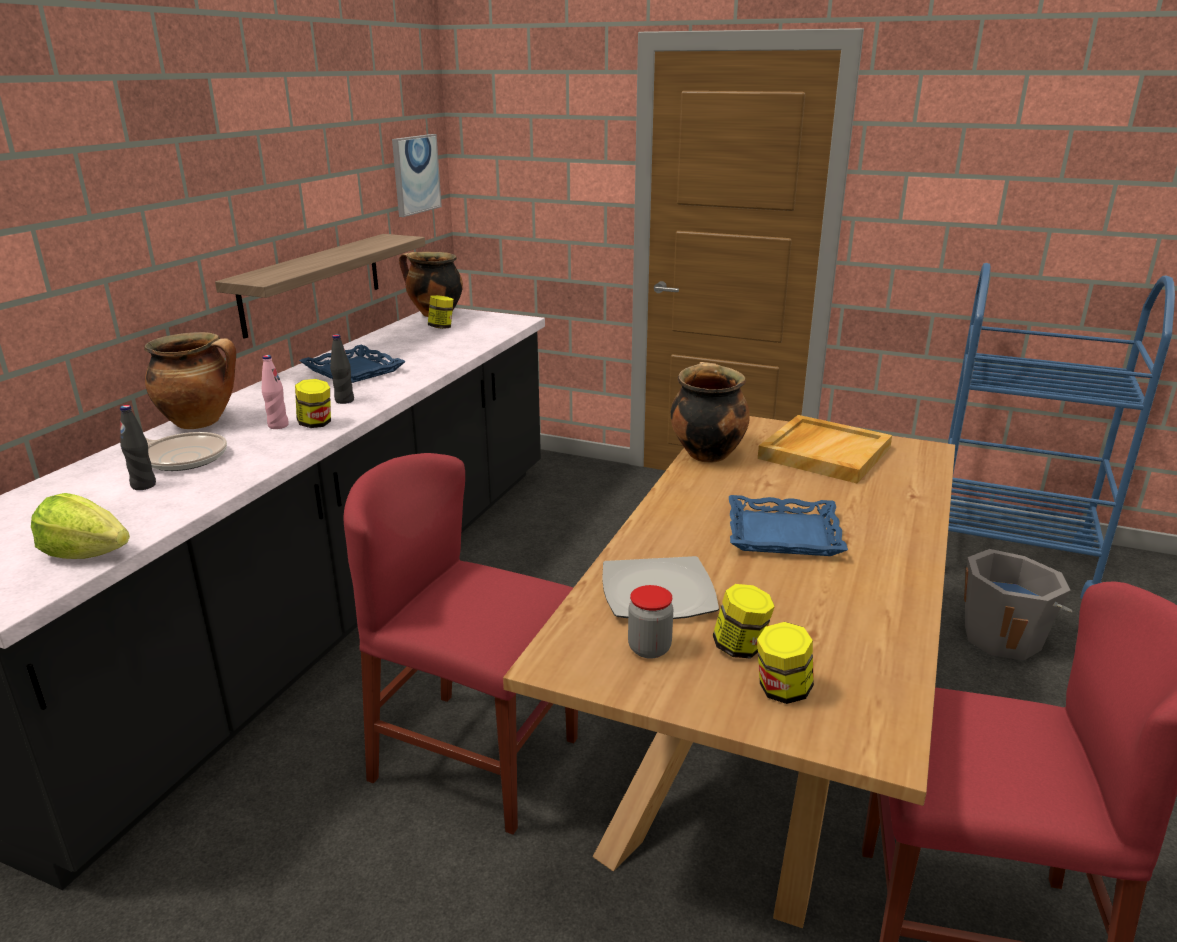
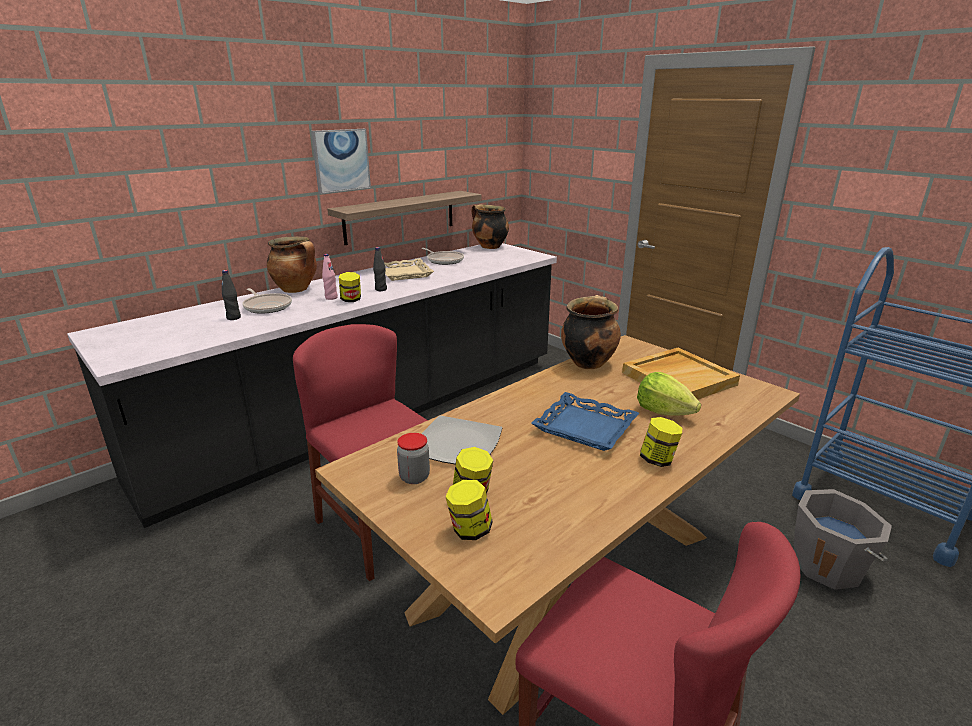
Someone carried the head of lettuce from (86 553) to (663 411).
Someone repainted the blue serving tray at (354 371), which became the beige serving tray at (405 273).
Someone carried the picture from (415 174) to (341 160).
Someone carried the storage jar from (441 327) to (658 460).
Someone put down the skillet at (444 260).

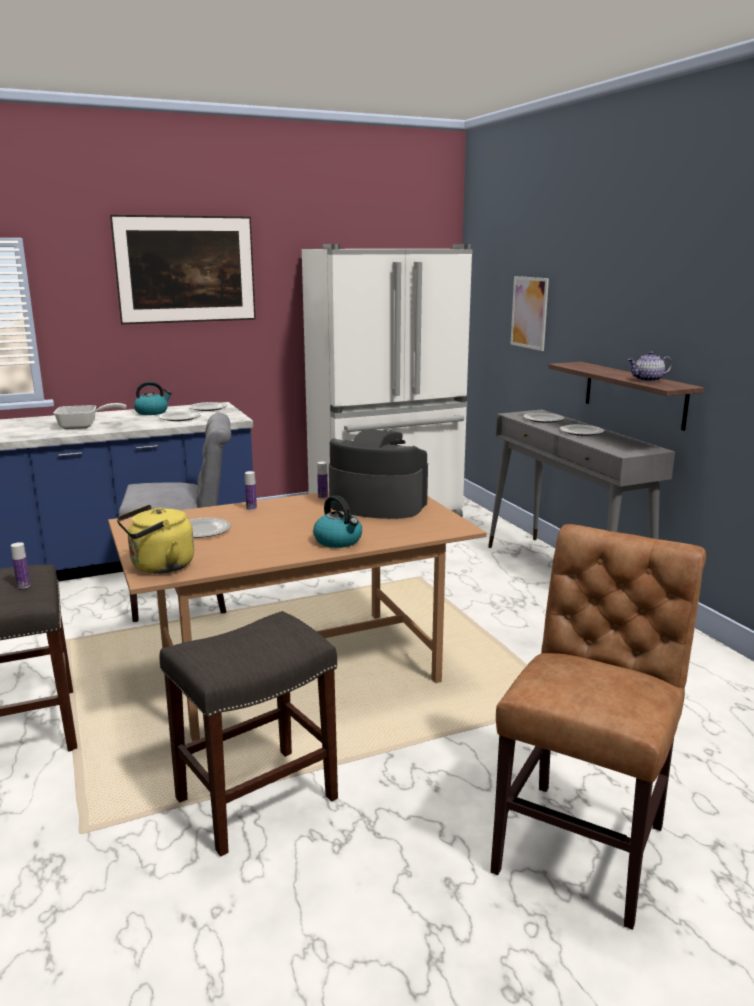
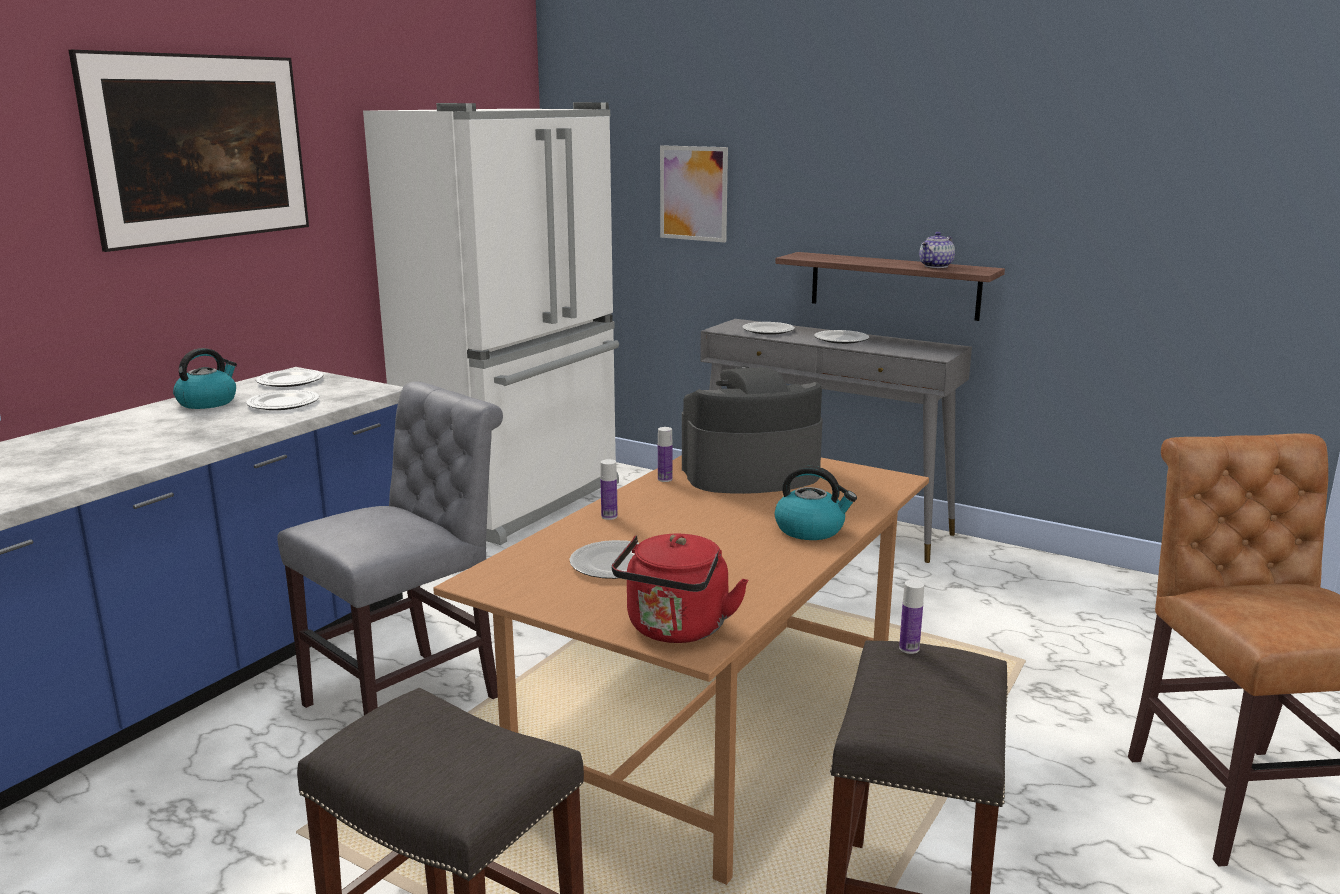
Someone carried the drink bottle from (23 586) to (909 648).
Someone took away the skillet at (83 426).
Someone repainted the yellow tea kettle at (159 567), which became the red tea kettle at (676 630).

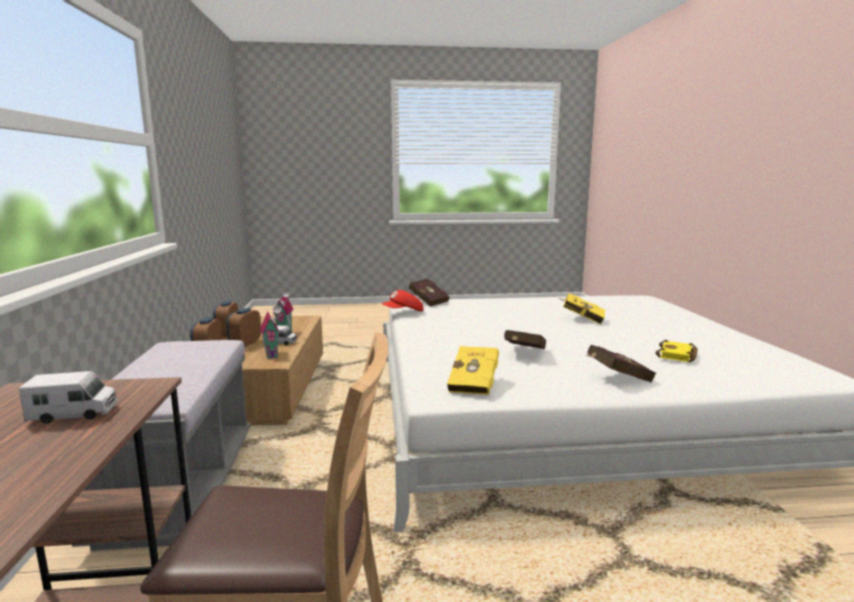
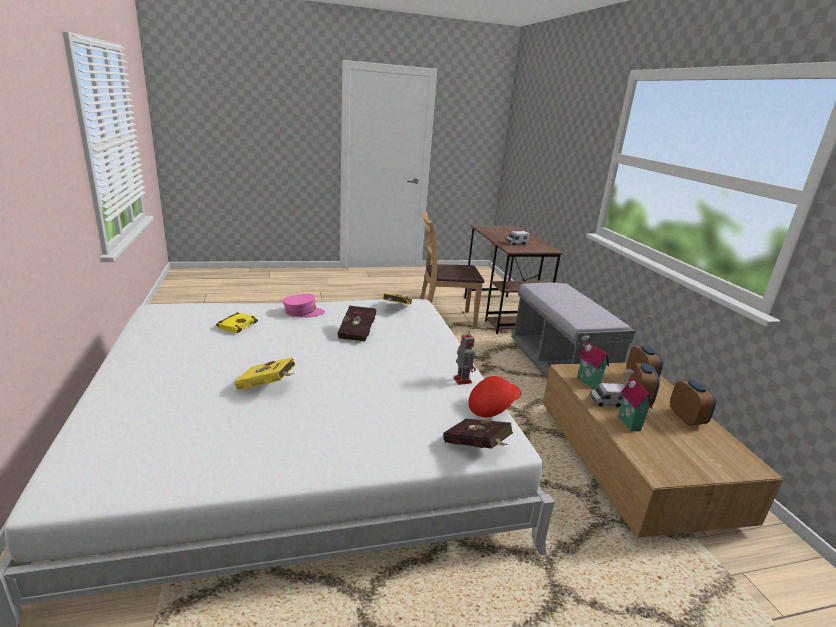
Someone swapped the red bound book at (616 378) for the pink cap at (303 312).
Someone put down the toy robot at (462 380).

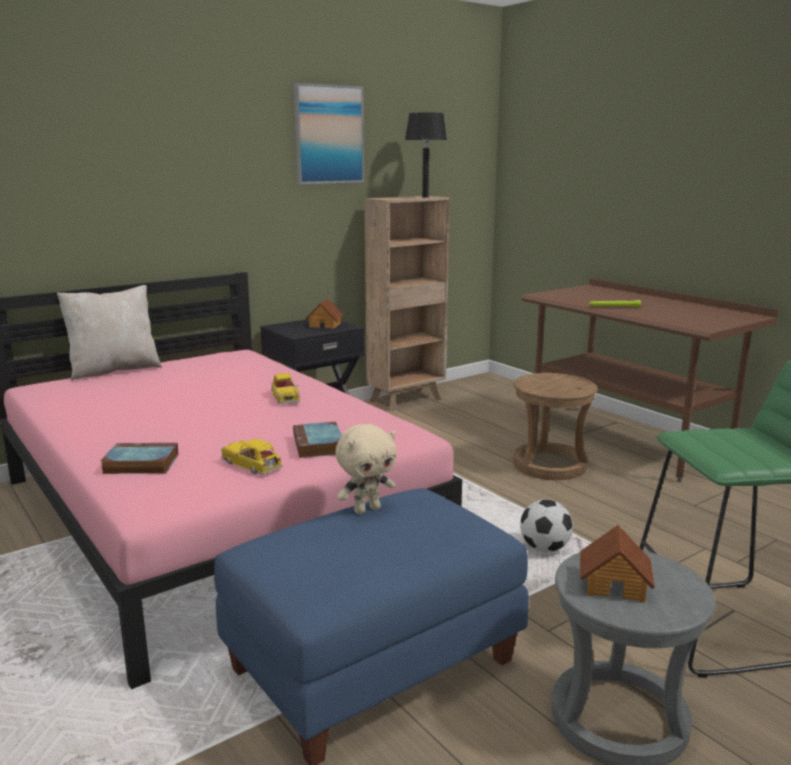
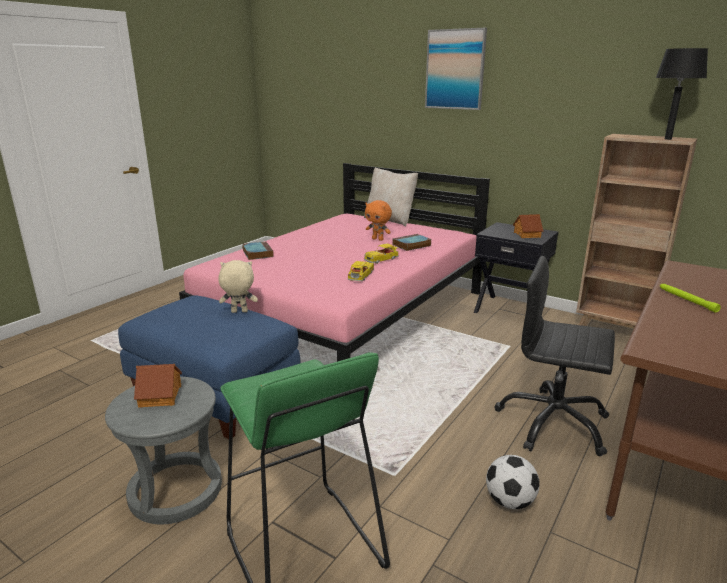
Someone carried the toy car from (252 465) to (360 276).
Someone carried the bound book from (319 445) to (411 245).
Someone carried the picture from (328 135) to (455 69).
Someone rotated the beige cuddly toy at (367 509) by 135 degrees clockwise.
Someone swapped the brown-coloured sitting stool at (549 465) for the black-coloured office chair at (553 423).
Someone carried the ball for football from (544 548) to (509 501).
Someone put down the orangey cuddly toy at (378 239).

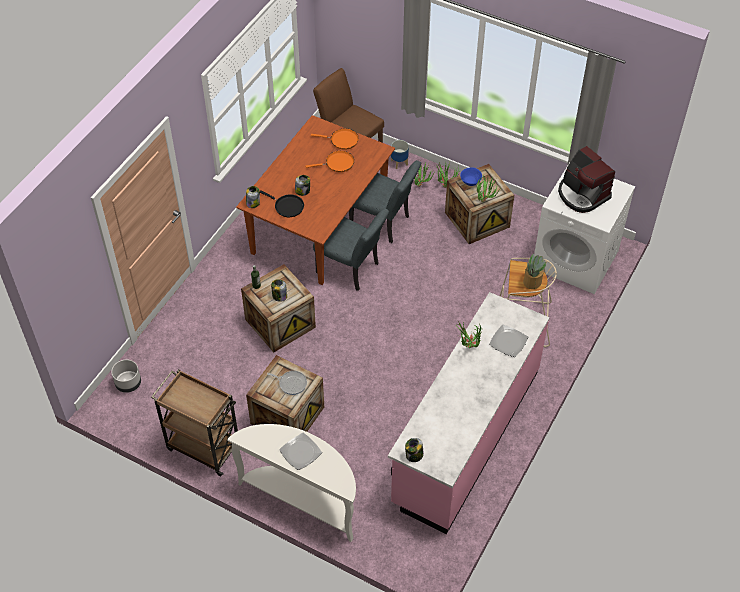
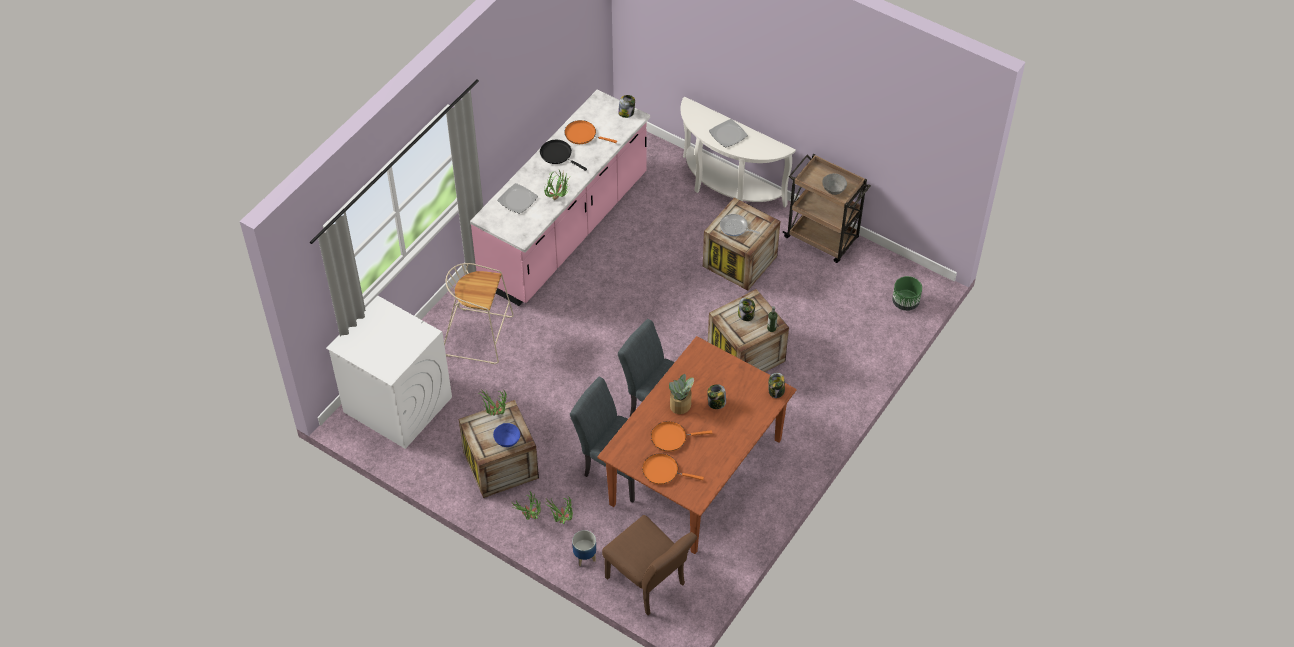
Someone repainted the grey plant pot at (128 383), which became the green plant pot at (905 302).
Someone carried the black-coloured skillet from (287 206) to (558 155).
Someone carried the houseplant from (532 282) to (681 405).
Someone took away the coffee machine at (582 194).
Someone put down the orangey skillet at (583 134).
Someone put down the grey bowl at (834 189).

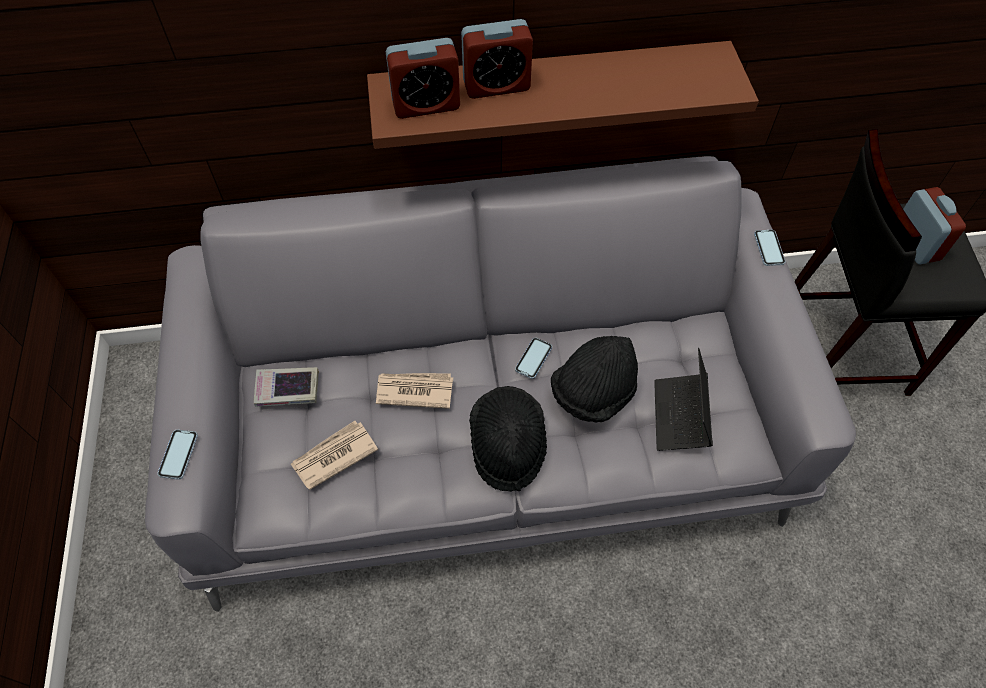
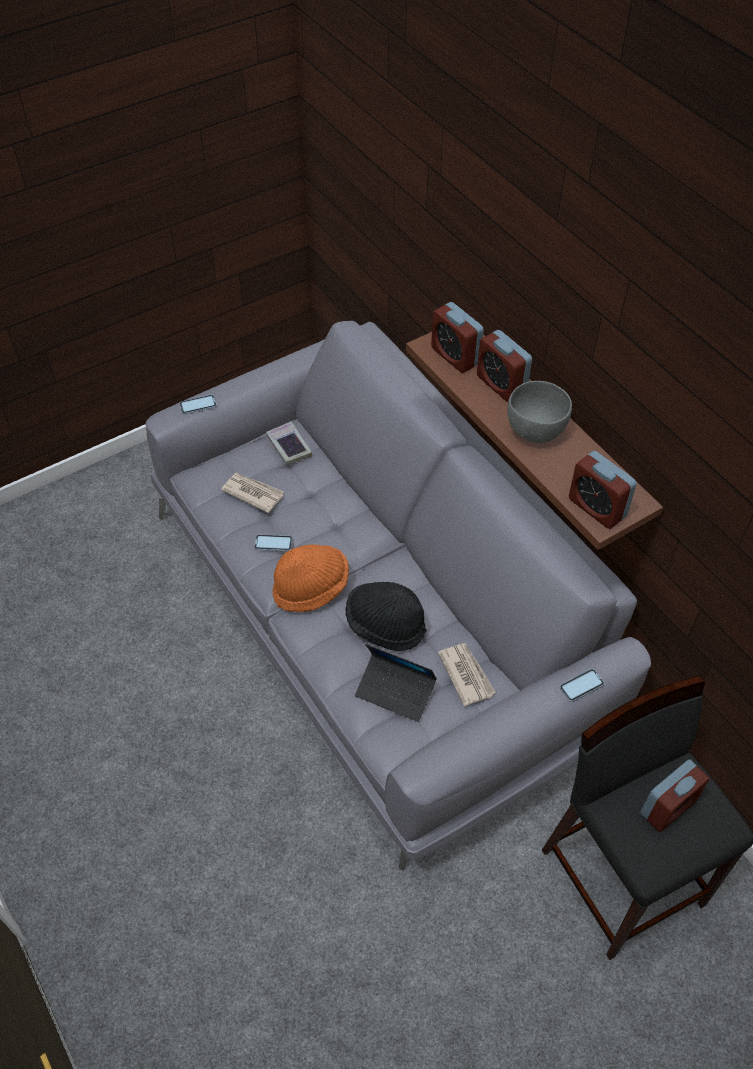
Someone carried the daily paper from (414 390) to (466 674).
Someone repainted the black-coloured hat at (507 446), which became the orangey hat at (311 588).
Someone carried the handset from (533 359) to (273 543).
Someone rotated the portable computer at (680 416) by 135 degrees counterclockwise.
Someone put down the grey bowl at (534 431).
Someone put down the bedside clock at (597 507).

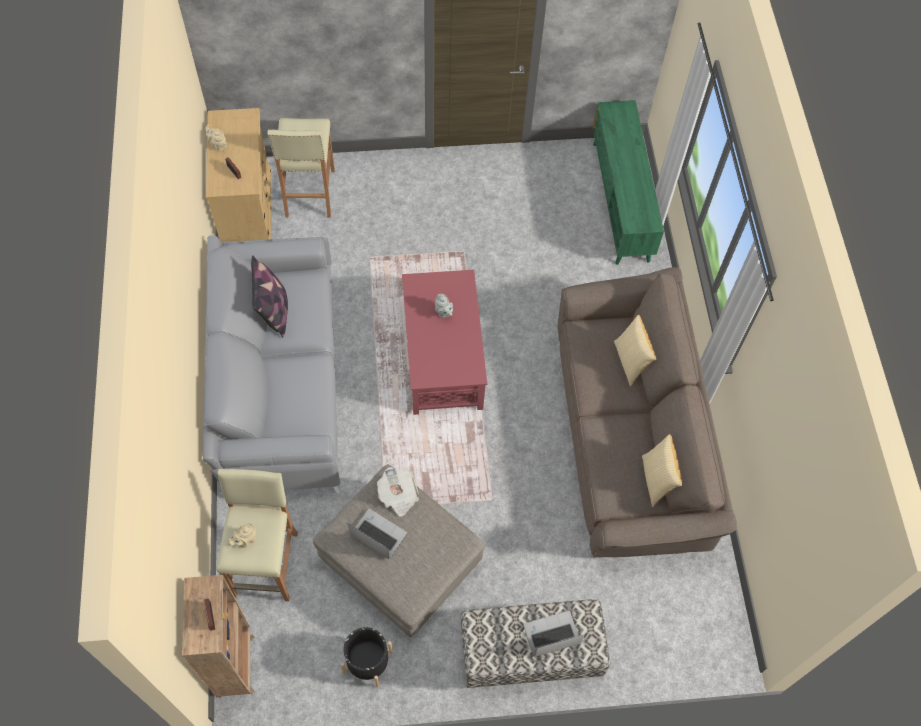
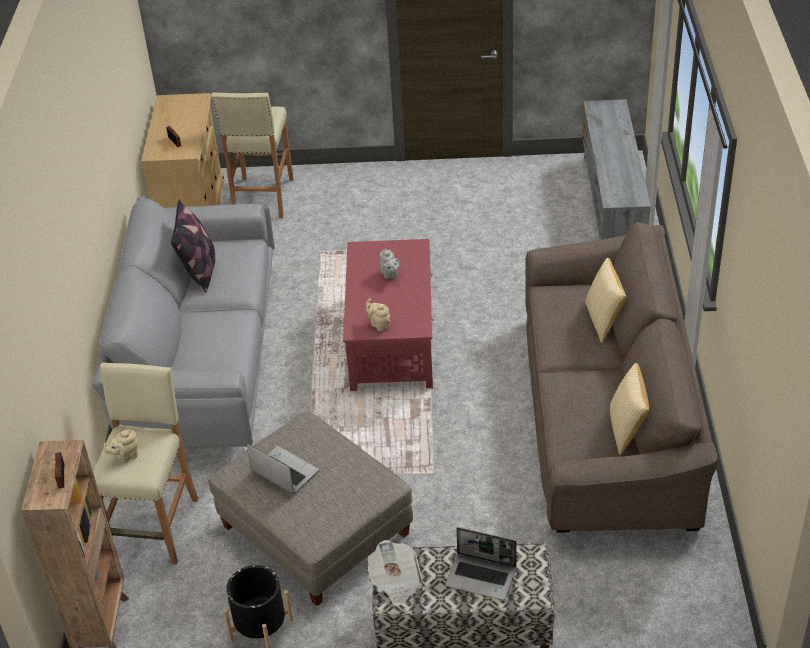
Someone carried the beige tea pot from (218 144) to (379 324).
Someone carried the daily paper from (398 496) to (395 582).
Someone rotated the portable computer at (551 635) by 150 degrees counterclockwise.
Someone repainted the green tv stand at (621 201), which became the grey tv stand at (612 206).

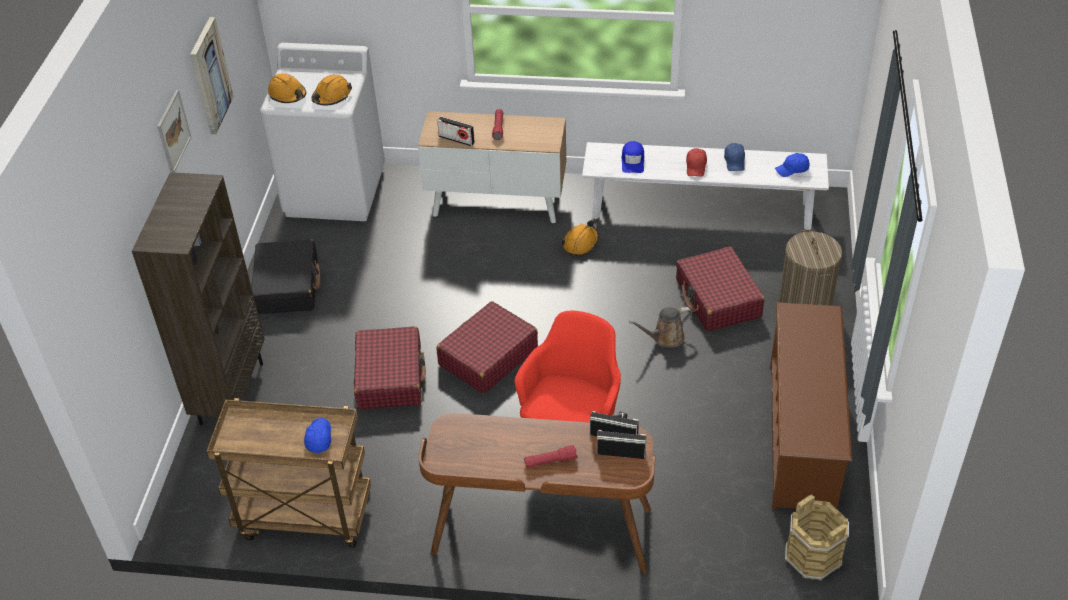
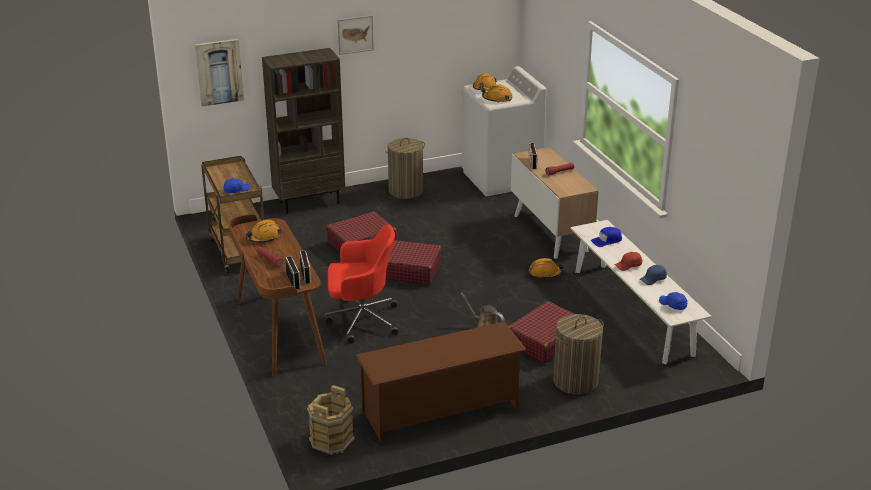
Someone carried the picture from (210 76) to (219 72).
Someone swapped the black-coloured suitcase at (287 286) for the washing basket at (406 191).
Someone put down the orangey work helmet at (264 237).

